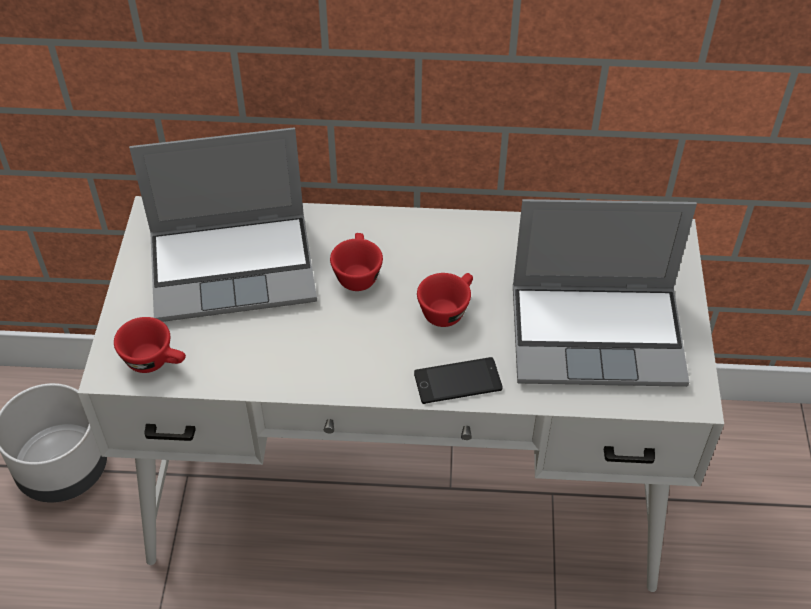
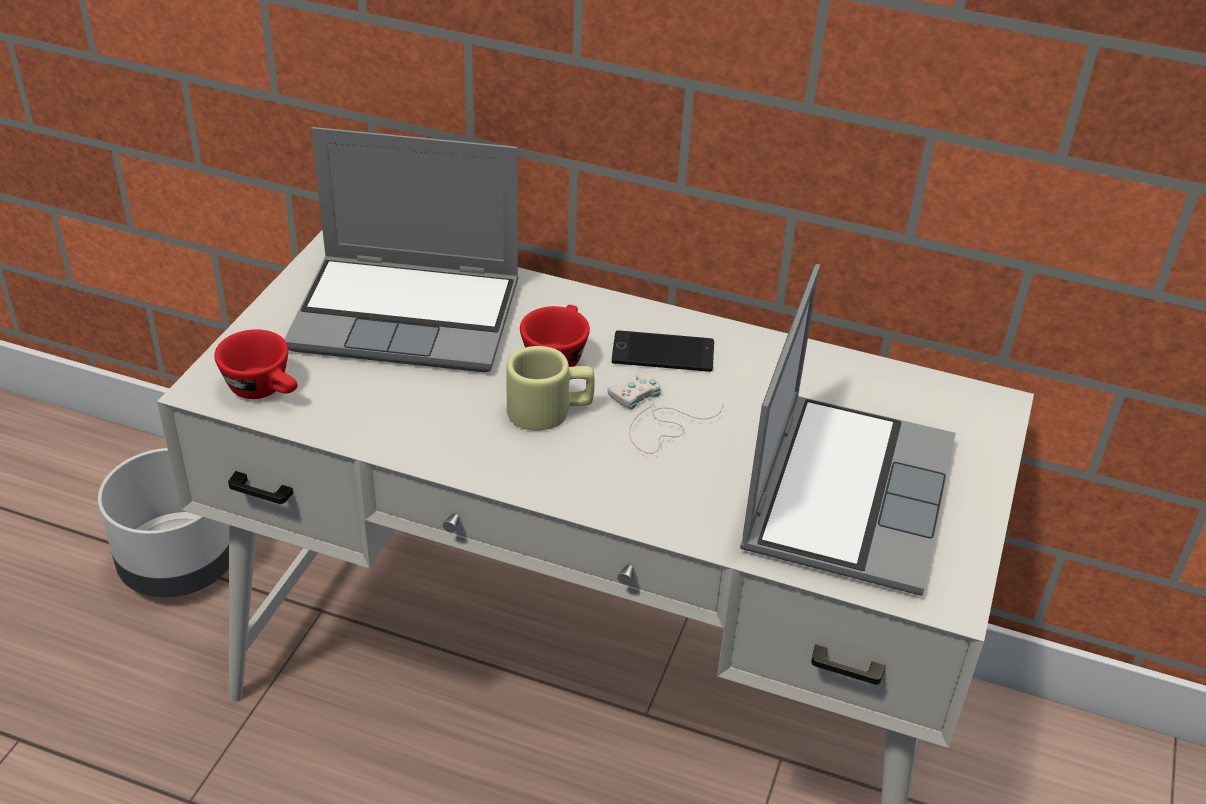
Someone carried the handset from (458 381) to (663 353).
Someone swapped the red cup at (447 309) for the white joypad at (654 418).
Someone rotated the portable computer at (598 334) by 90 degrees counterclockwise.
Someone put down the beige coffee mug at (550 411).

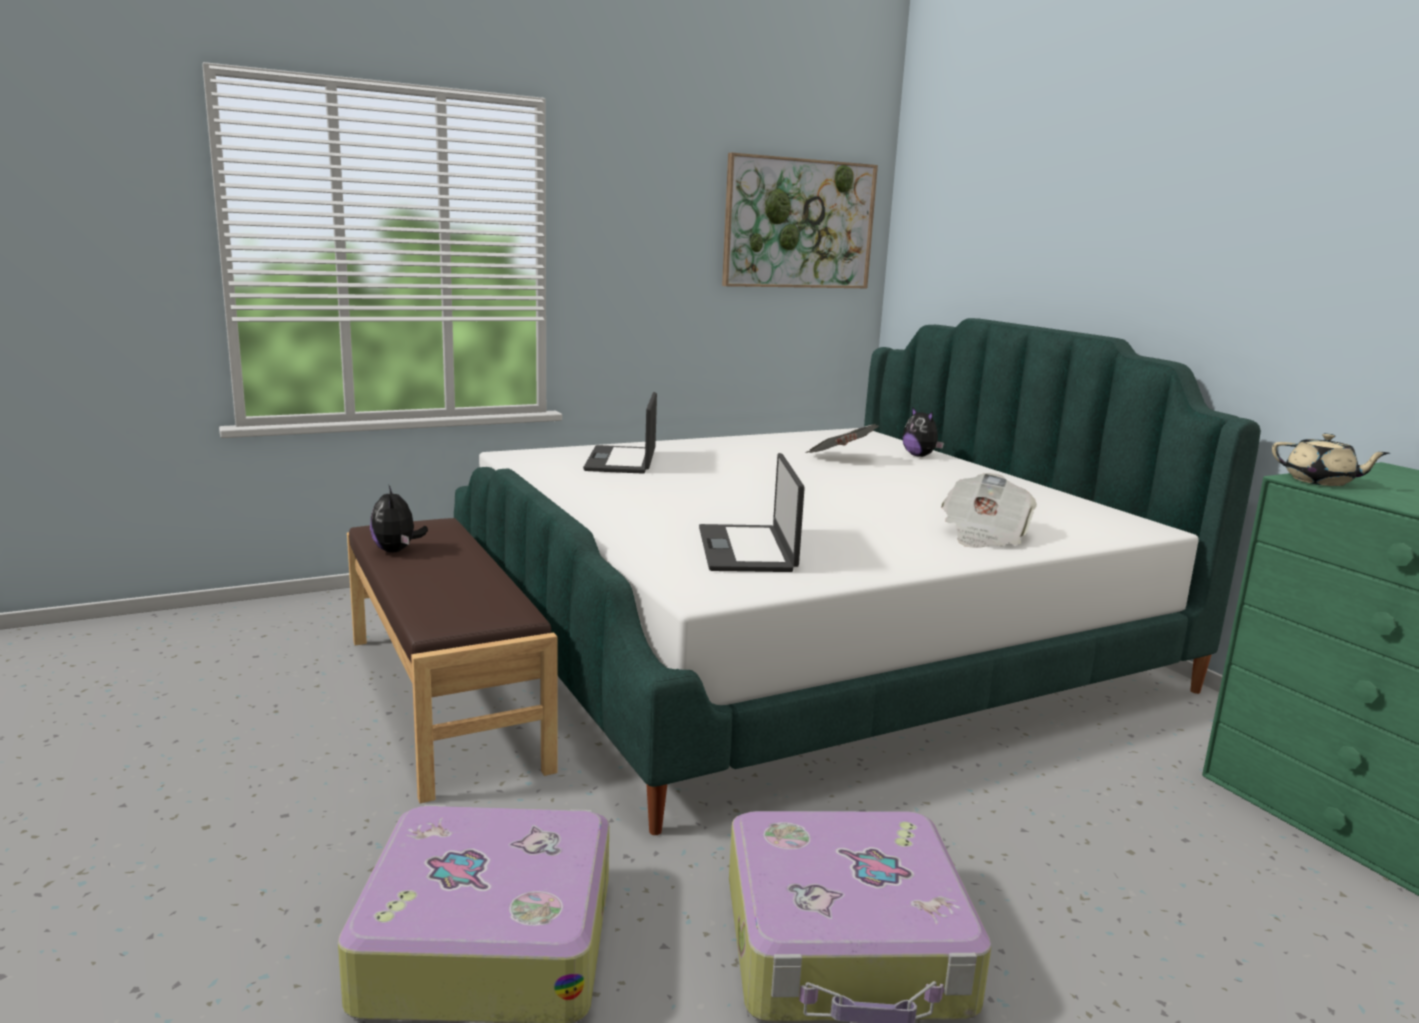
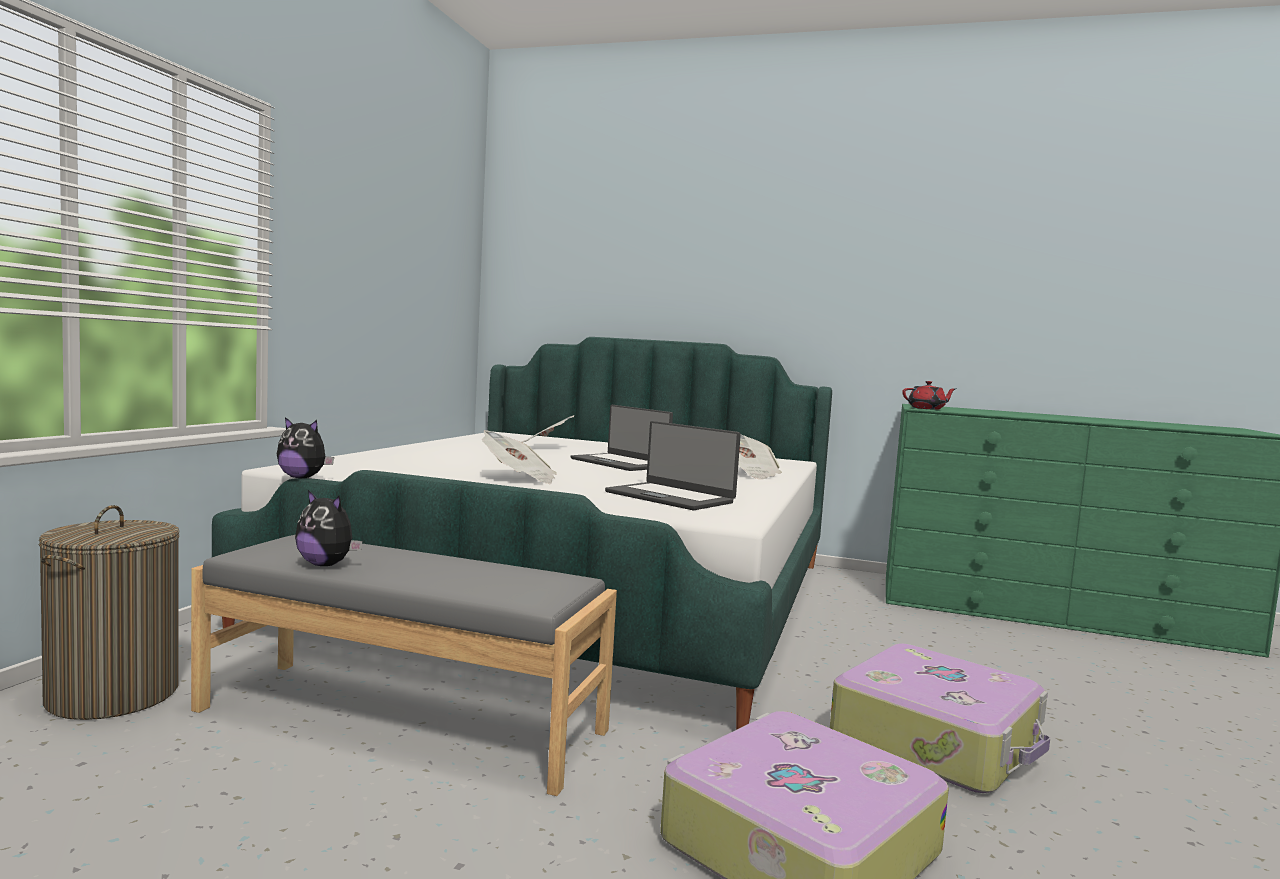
Someone repainted the brown-coloured long seat at (445 699), which became the grey long seat at (402 719).
Someone carried the portable computer from (622 461) to (620 463).
Someone took away the picture at (799 224).
Someone carried the cuddly toy from (920 456) to (302 478).
Someone repainted the beige tea pot at (1320 482), which became the red tea pot at (927 409).
Someone put down the washing basket at (113 695).
Someone put down the daily paper at (519 479).

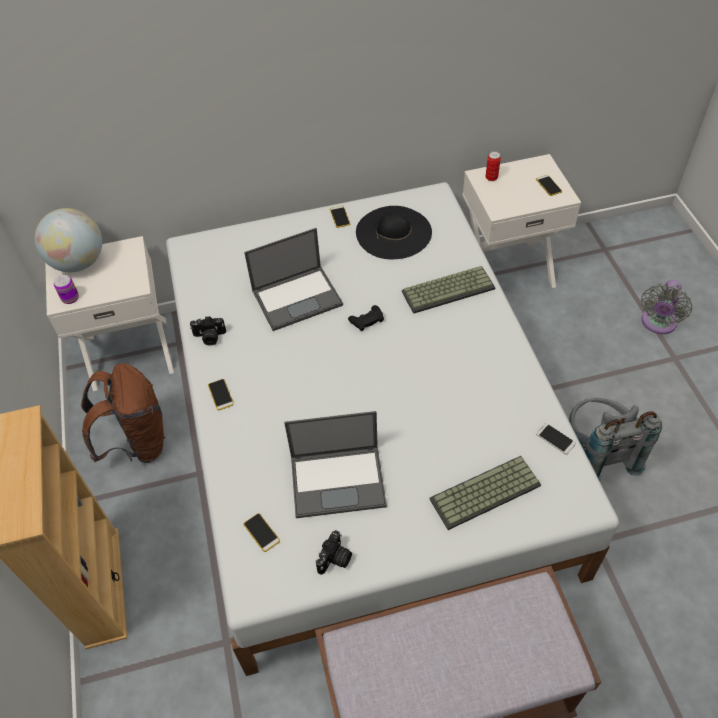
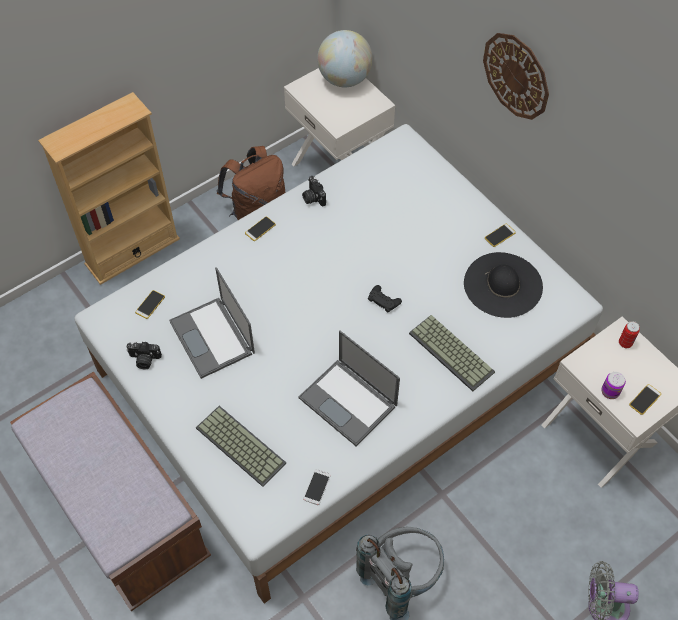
Someone carried the metal can from (70 298) to (610 391).
Someone carried the portable computer from (298 297) to (349 402).
Someone put up the clock on the wall at (516 75).

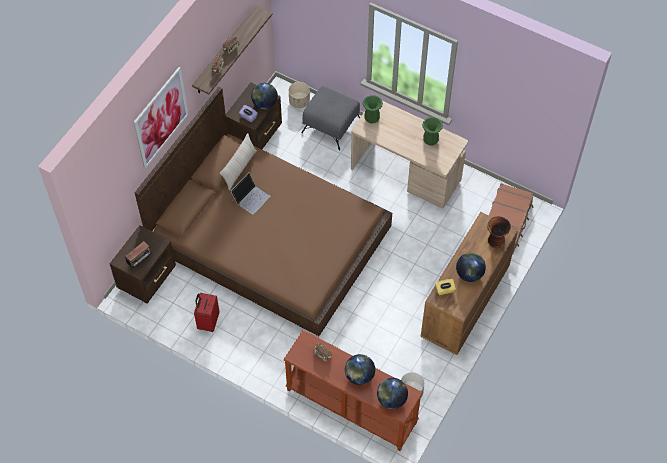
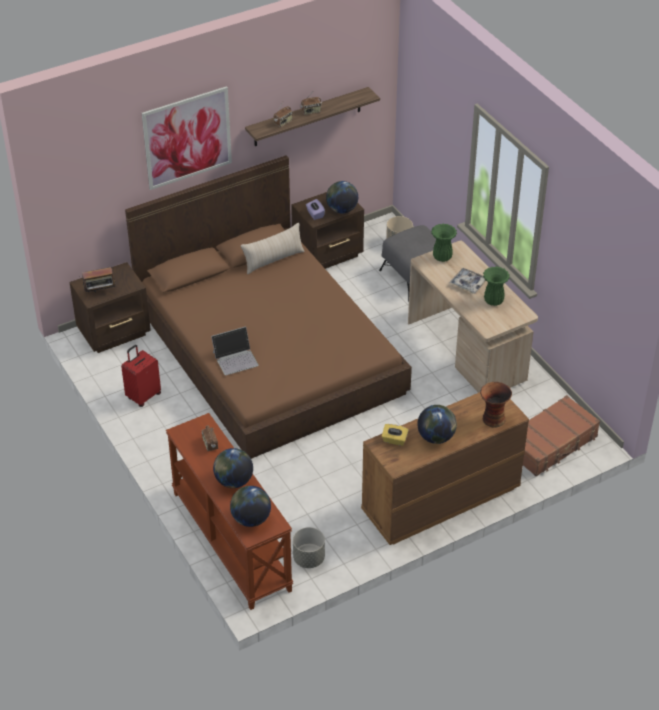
Someone carried the portable computer from (251 197) to (235 358).
Someone put down the serving tray at (468 283).

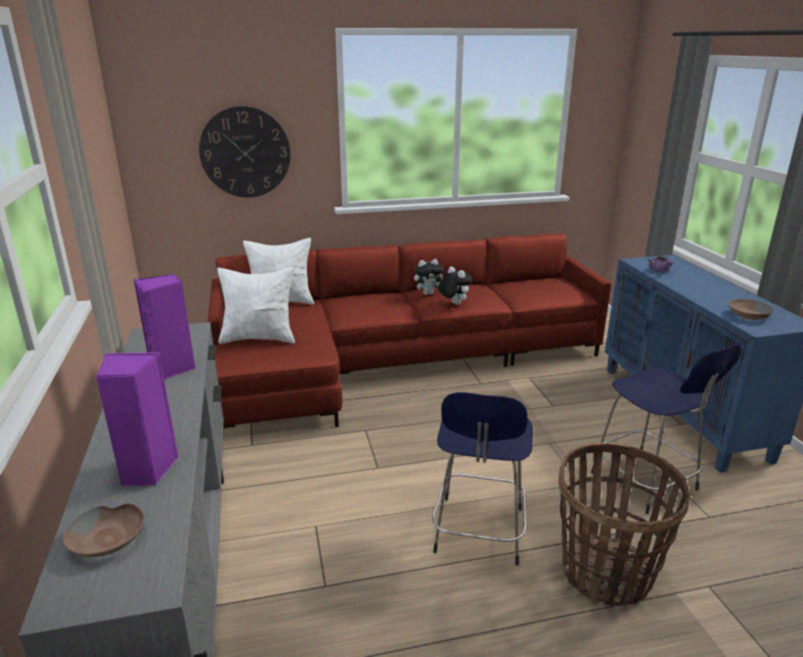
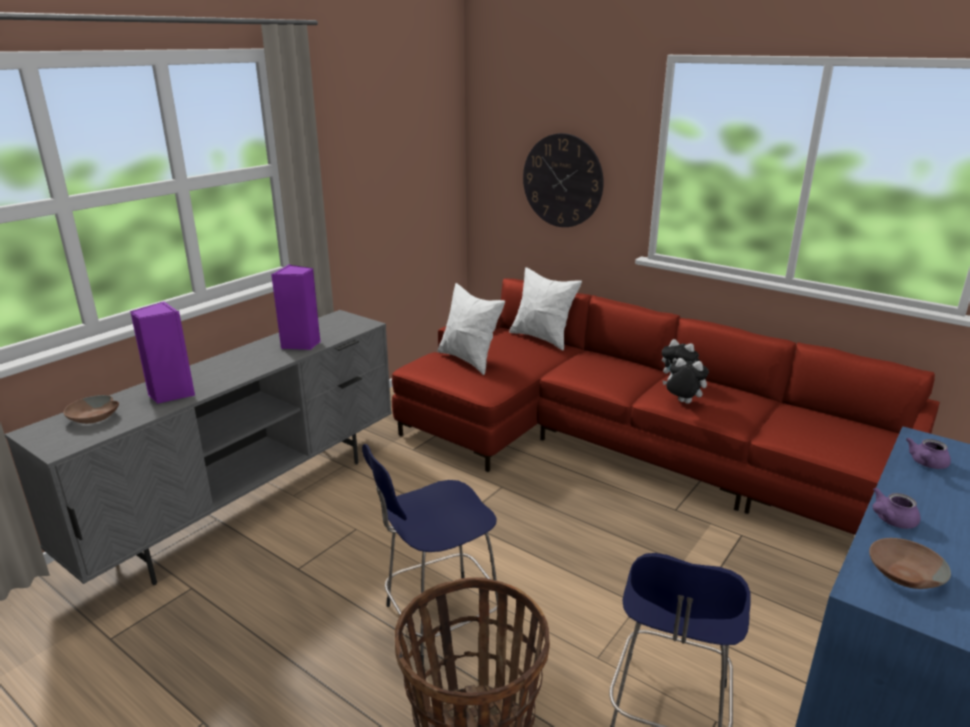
Someone rotated the cuddly toy at (453 303) by 75 degrees counterclockwise.
Someone put down the purple-coloured tea pot at (890 520).

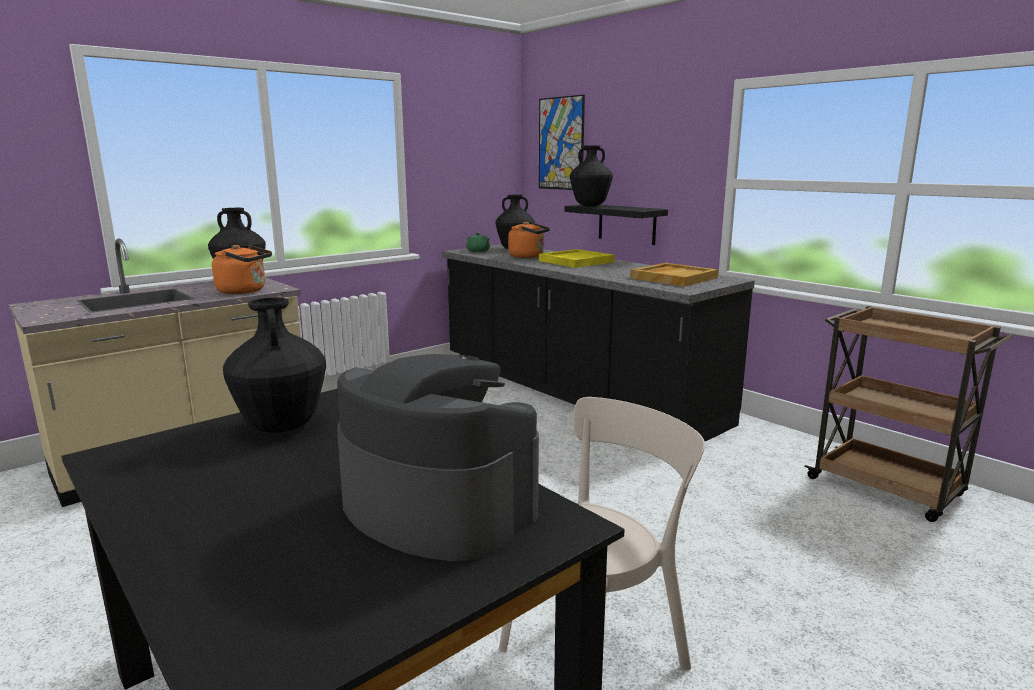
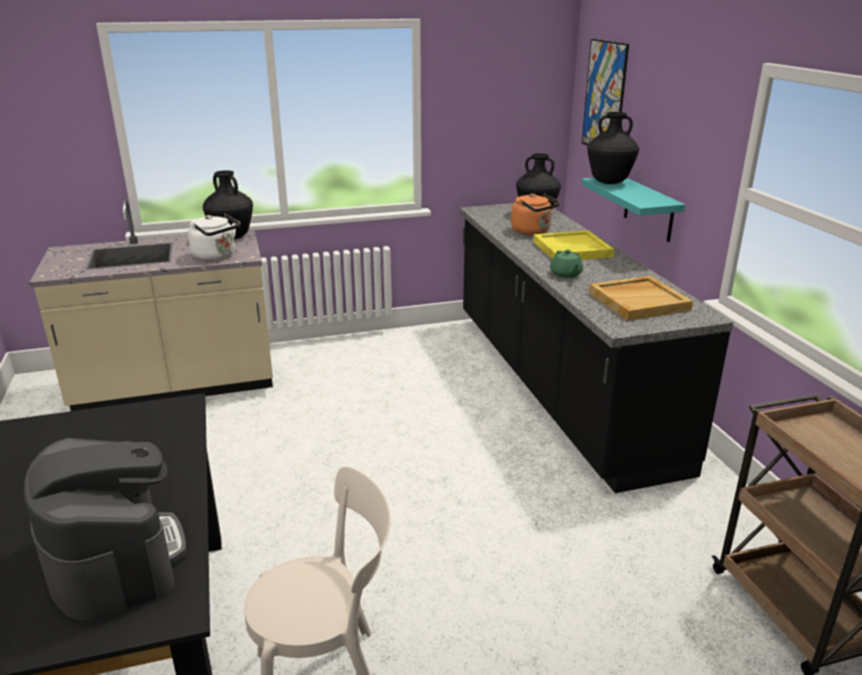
Someone repainted the orangey tea kettle at (245 291), which became the white tea kettle at (216 256).
Someone took away the black-coloured flower vase at (282 427).
Someone carried the green tea pot from (478 251) to (566 274).
Someone repainted the black-coloured shelf at (626 224), which became the blue-green shelf at (648 209).

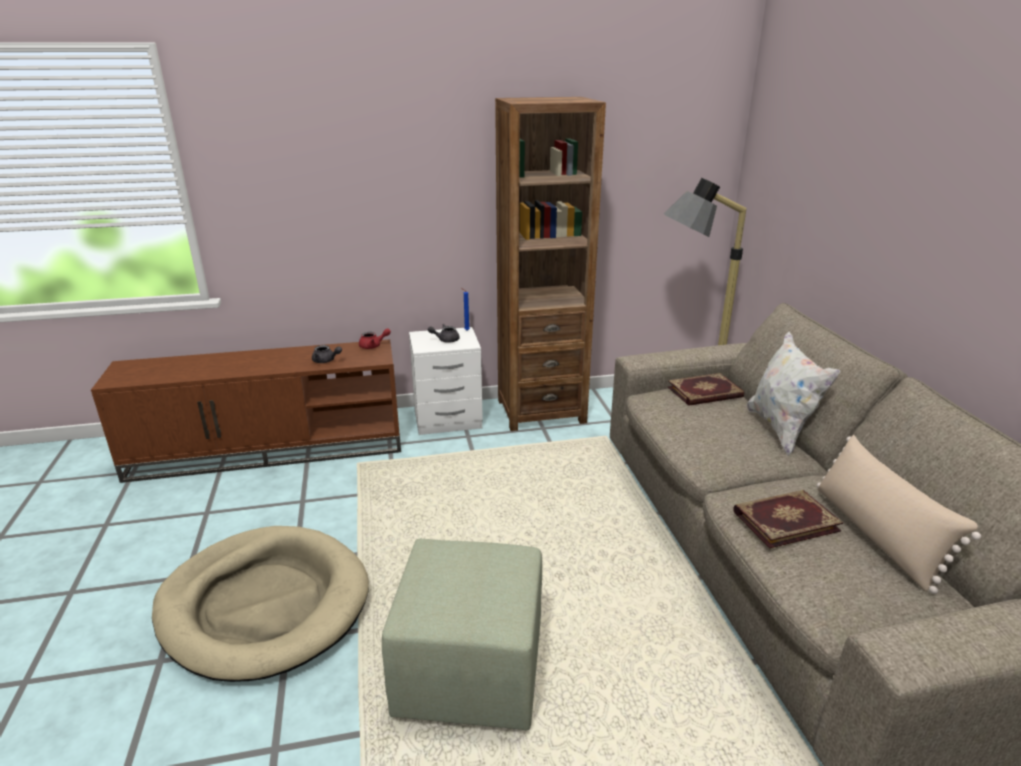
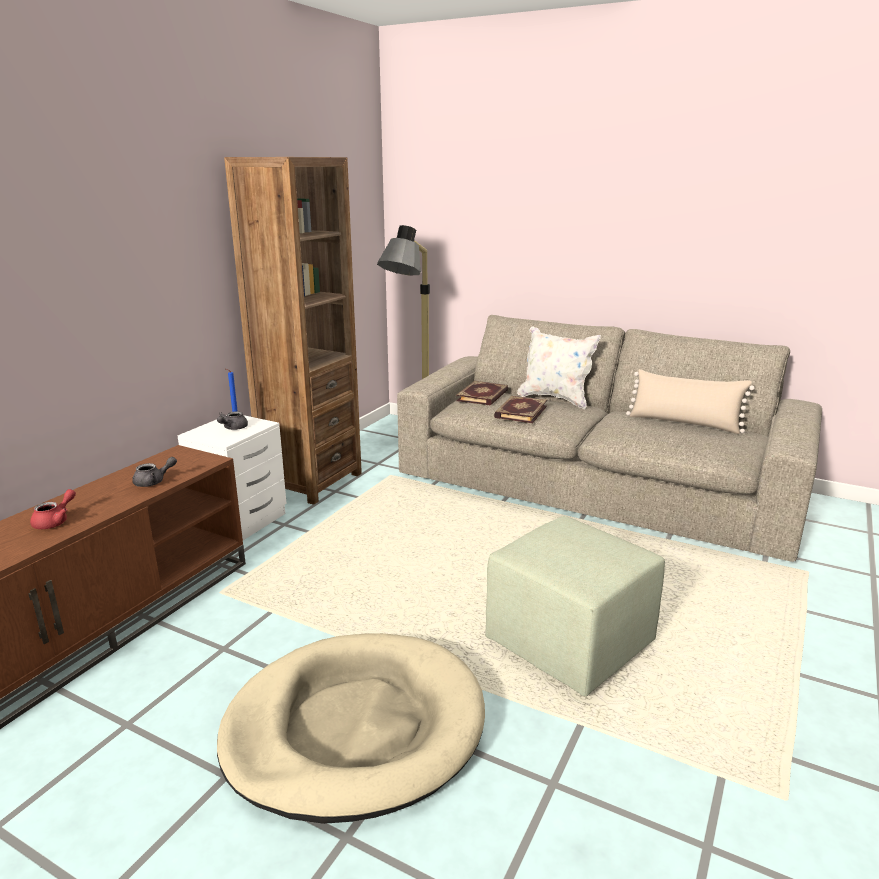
Someone carried the red tea pot from (373 346) to (55 521).
Someone carried the bound book from (784 520) to (520 412).

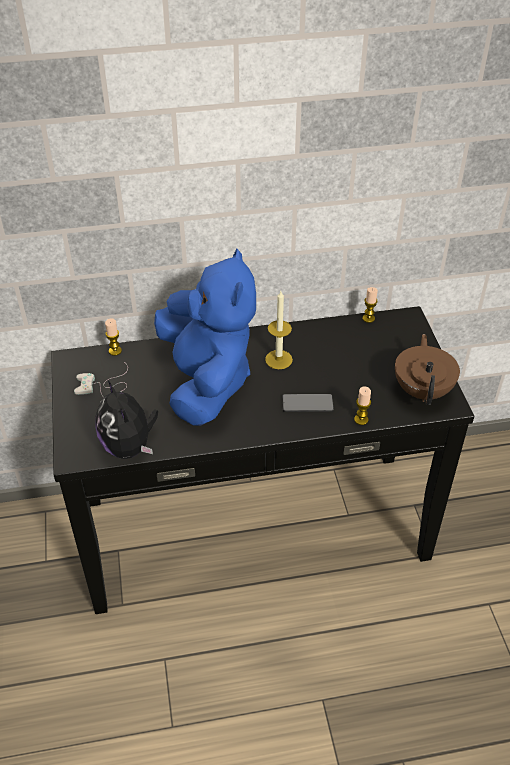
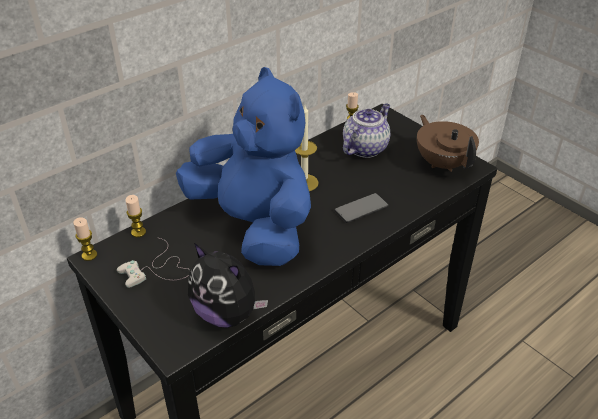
Someone carried the wax light from (361 419) to (89 255).
Someone put down the tea pot at (365 148).

